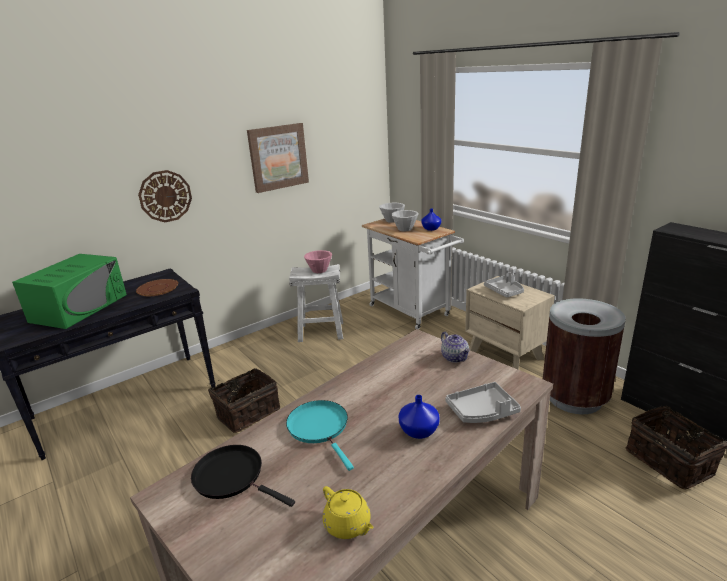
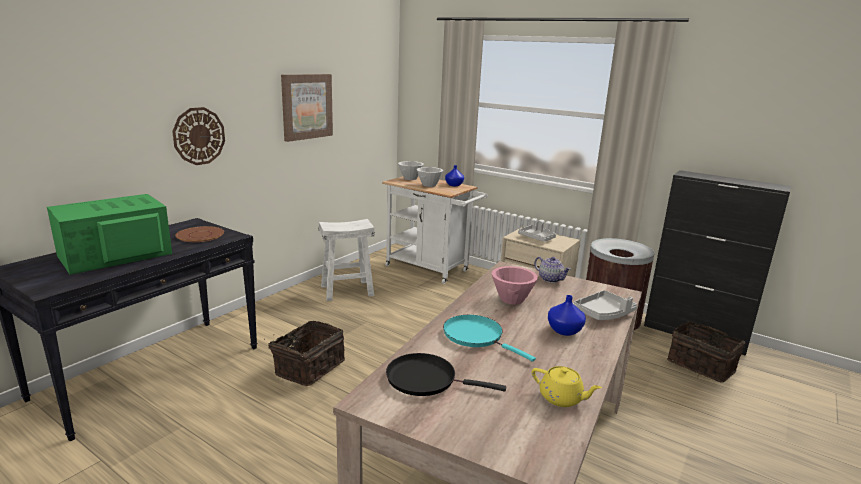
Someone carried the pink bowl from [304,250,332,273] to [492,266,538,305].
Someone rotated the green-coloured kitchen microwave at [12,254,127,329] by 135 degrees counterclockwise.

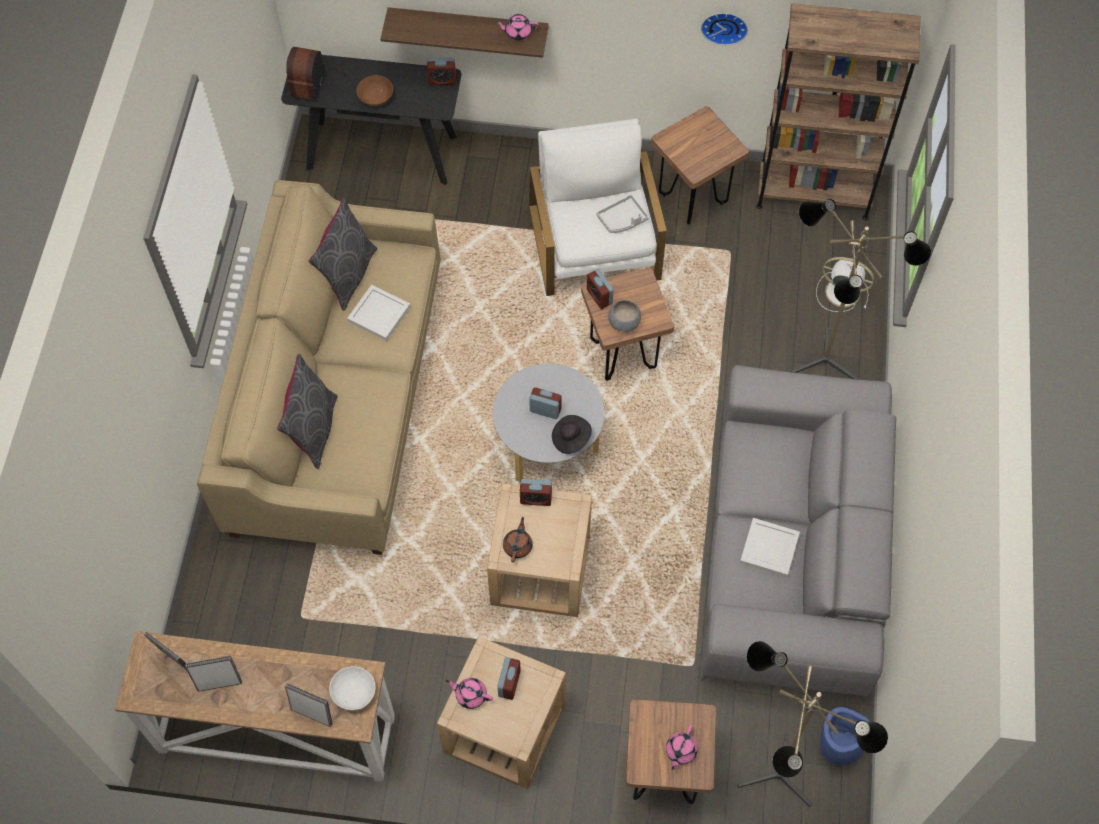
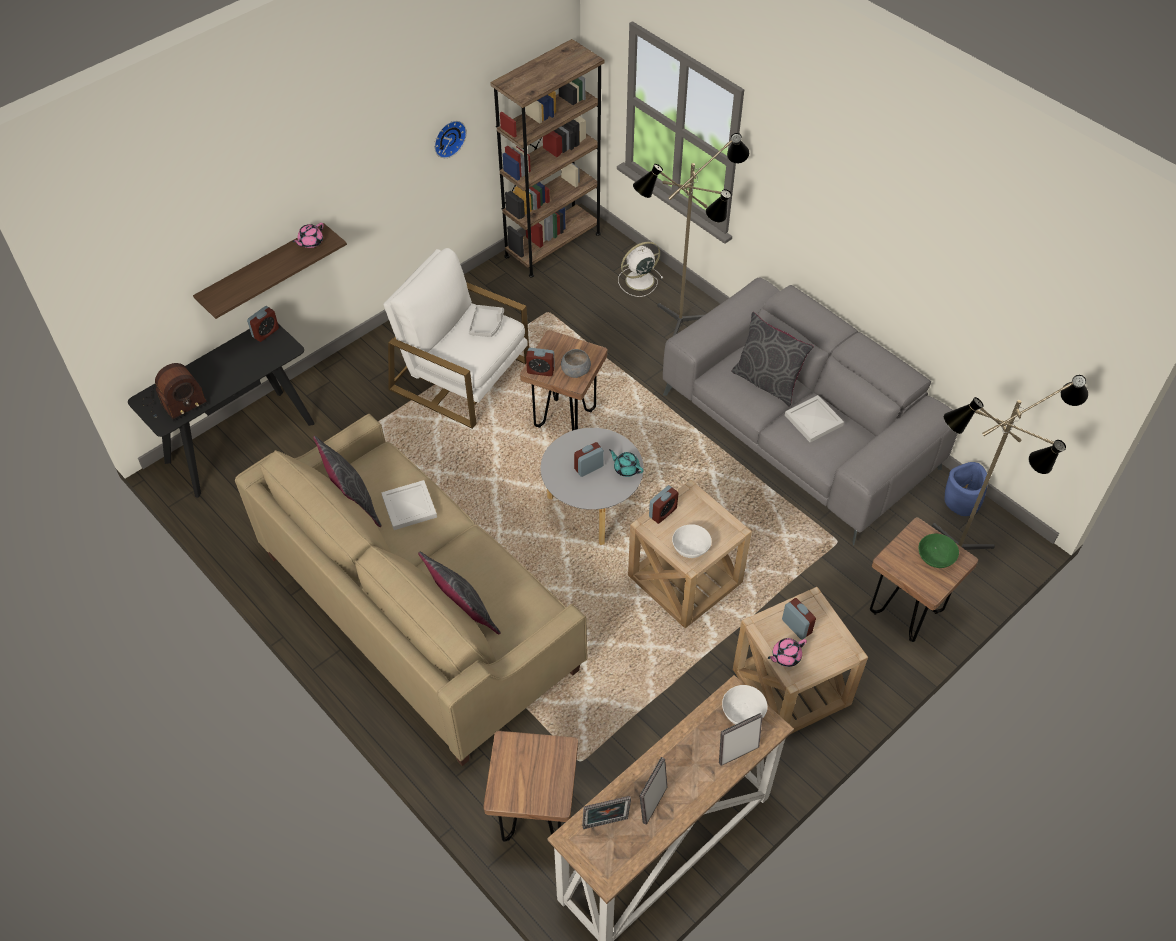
Someone took away the brown bowl at [356,75,393,107].
Someone put down the greyish throw pillow at [731,312,814,407].
Someone carried the brown sitting stool from [651,106,749,225] to [483,731,578,842].
Someone swapped the brown pot for tea at [503,517,533,562] for the whitish bowl at [672,524,712,558].
Someone swapped the blackish hat at [552,415,592,454] for the turquoise pot for tea at [609,449,644,477].
Someone swapped the pink pot for tea at [666,725,698,770] for the green-coloured bowl at [919,534,959,568].
Someone rotated the radio at [286,47,352,102] by 90 degrees counterclockwise.

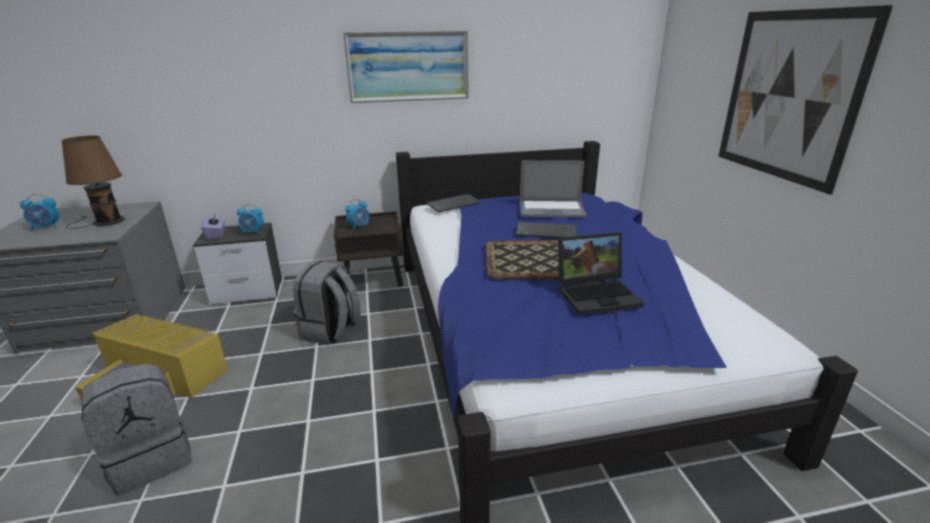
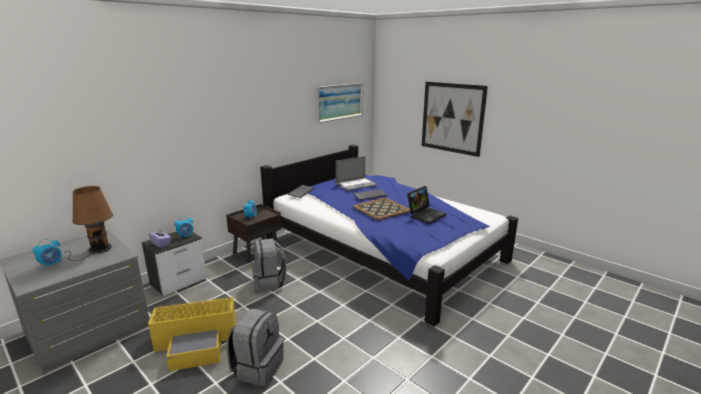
Someone carried the wall art from [343,31,469,103] to [316,83,363,123].

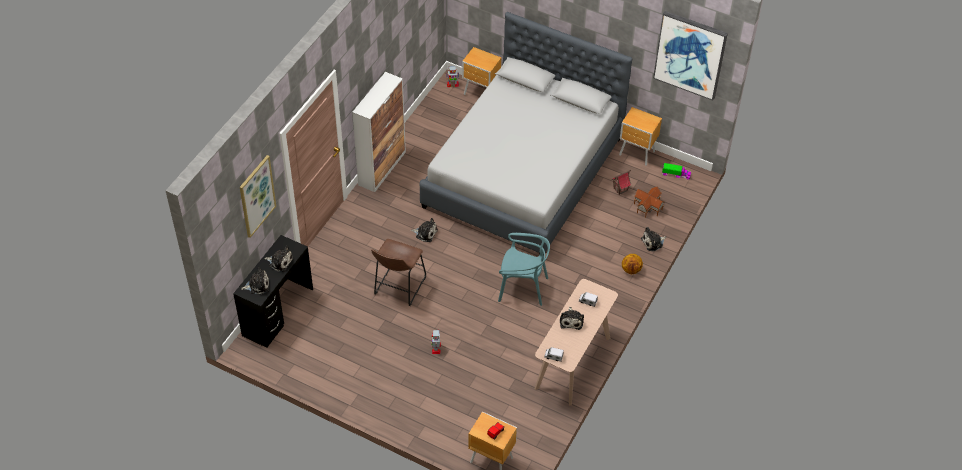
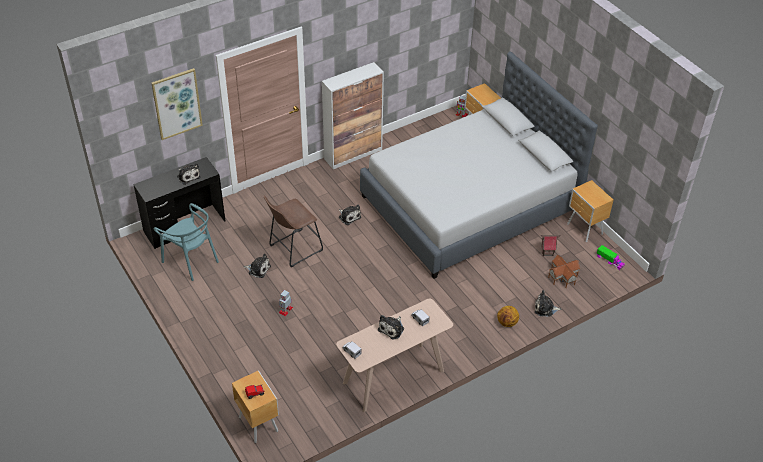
Someone took away the wall art at [653,11,728,101].
Someone carried the plush toy from [241,267,269,294] to [244,254,271,278].
Someone carried the turquoise plain chair from [498,233,550,306] to [153,203,219,281].

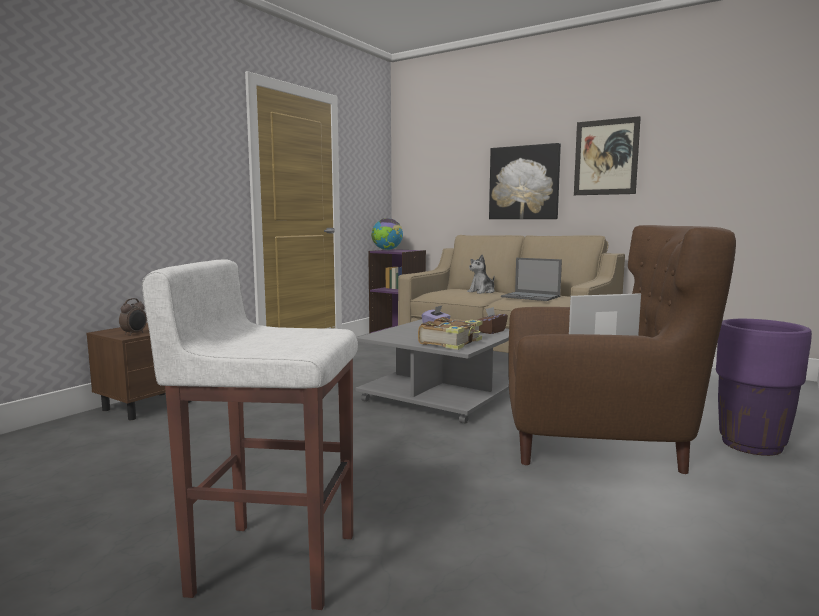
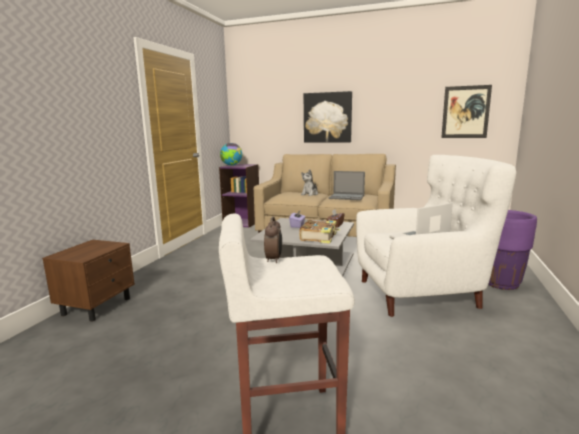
Someone carried the bedside clock from [119,298,147,336] to [264,217,282,263].
Someone carried the wall art from [574,116,641,195] to [441,85,492,138].
Someone repainted the brown lounge chair at [508,225,736,474], which became the whitish lounge chair at [356,155,516,317].

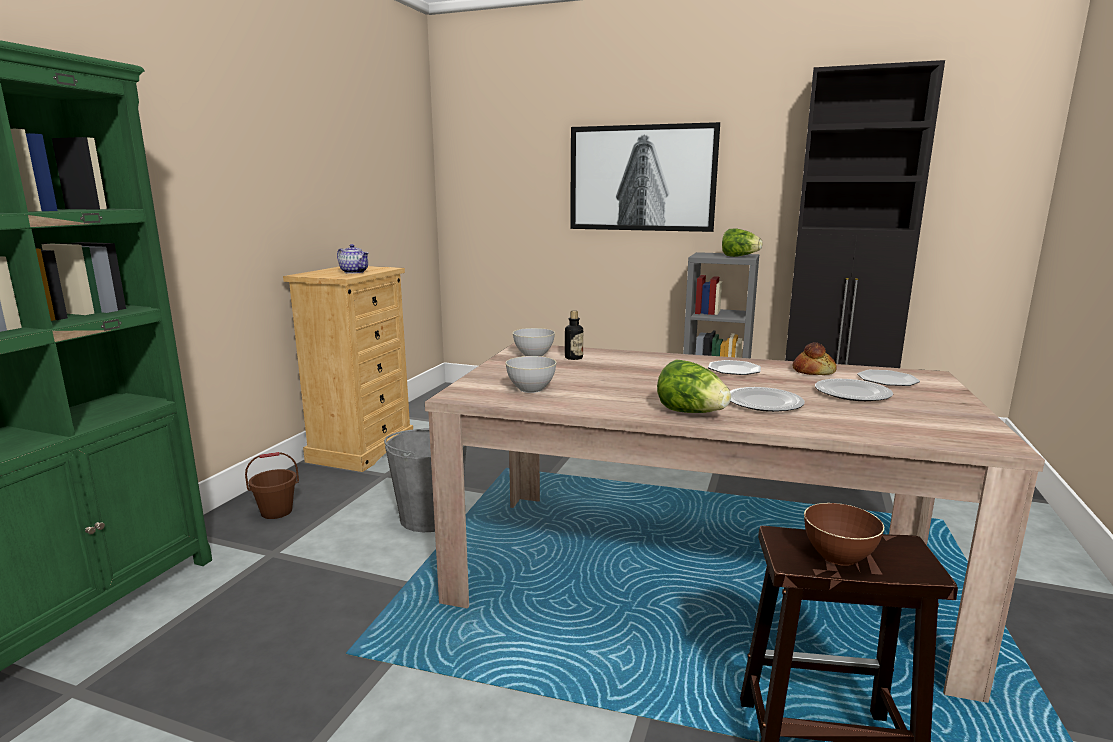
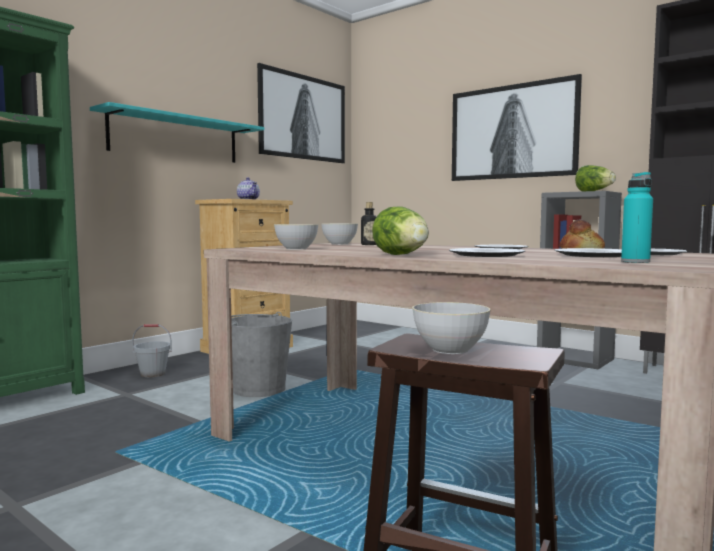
Someone put up the turquoise wall shelf at [90,102,264,163].
Someone put up the wall art at [257,63,345,163].
Someone put down the turquoise bottle at [621,172,653,263].
Someone repainted the brown water bucket at [245,452,299,519], which became the greyish water bucket at [132,324,172,377].
Someone repainted the brown bowl at [804,503,884,566], which became the greyish bowl at [412,302,491,354].

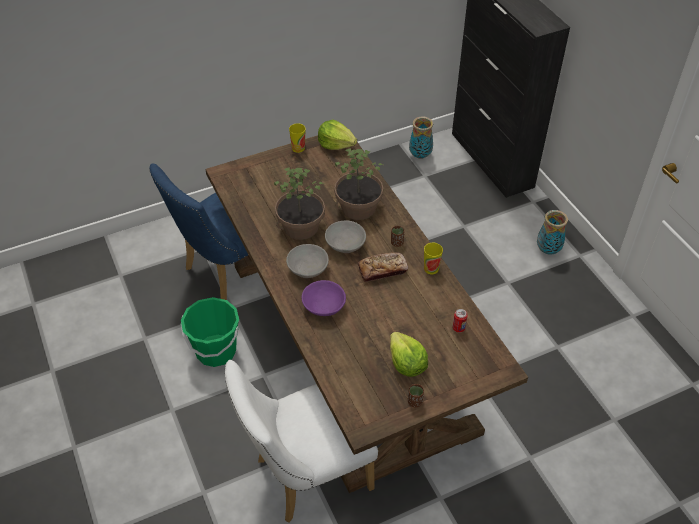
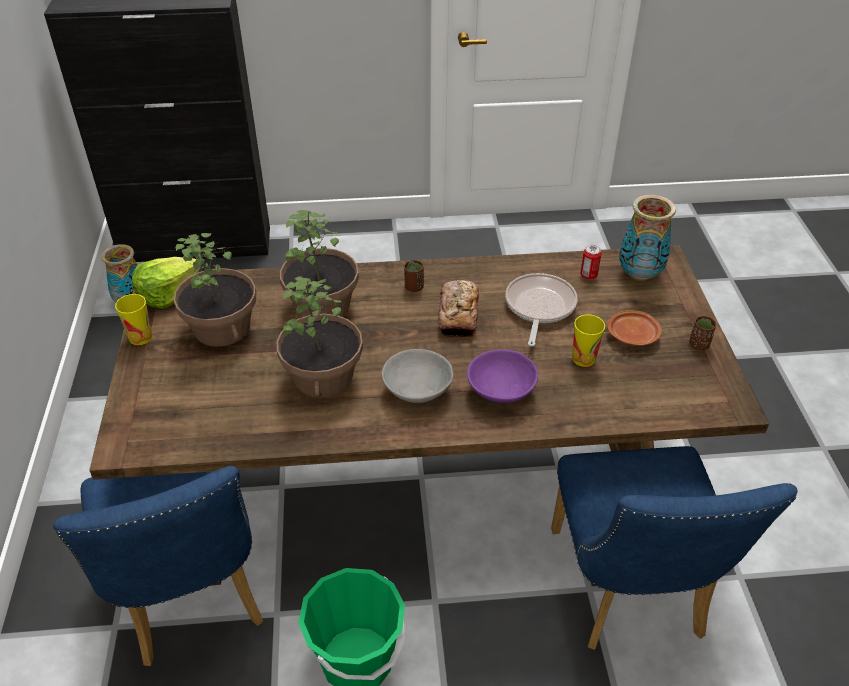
Someone took away the greyish bowl at [325,220,366,253].
Someone put down the houseplant at [174,233,256,347].
Someone put down the pan at [505,273,577,346].
Someone carried the small cup from [424,243,443,274] to [572,315,605,367].
Someone carried the flower vase from [537,210,568,254] to [619,195,676,281].
Someone swapped the lettuce at [390,332,428,377] for the brown dinner plate at [607,310,662,346].
Someone repainted the whitish plain chair at [225,360,378,523], which became the blue plain chair at [551,446,798,650].

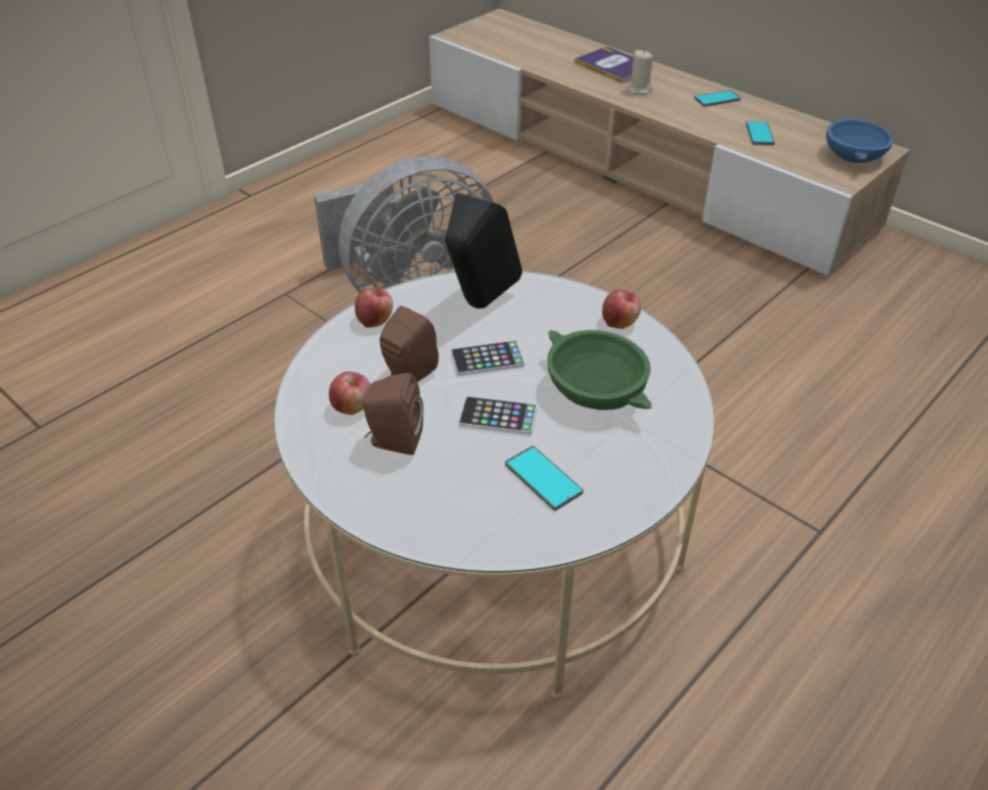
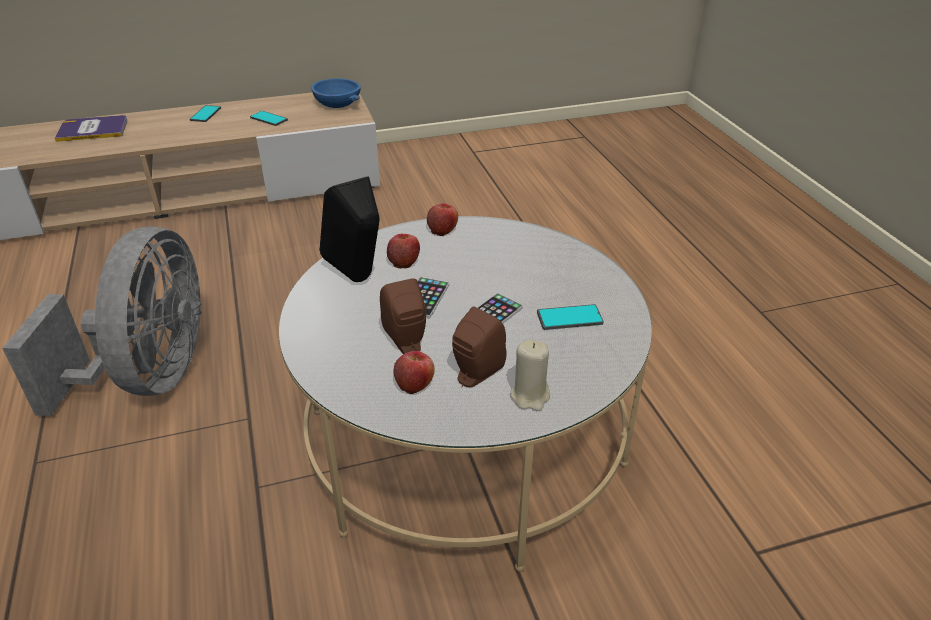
Someone took away the green-coloured bowl at [547,330,652,410].
Someone carried the apple fruit from [355,288,393,328] to [387,234,420,268].
Someone carried the beige wax light from [627,50,653,95] to [510,339,550,411].

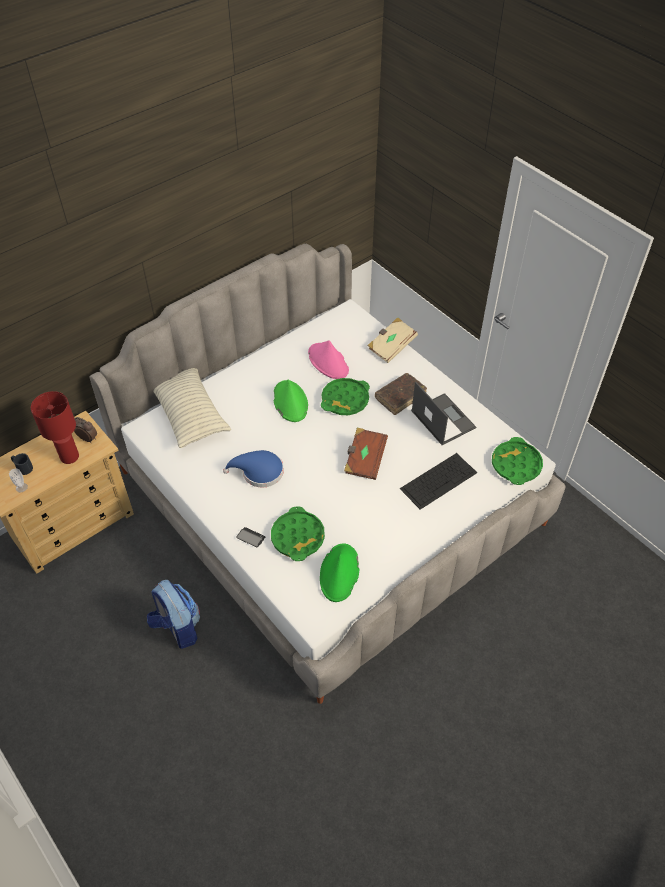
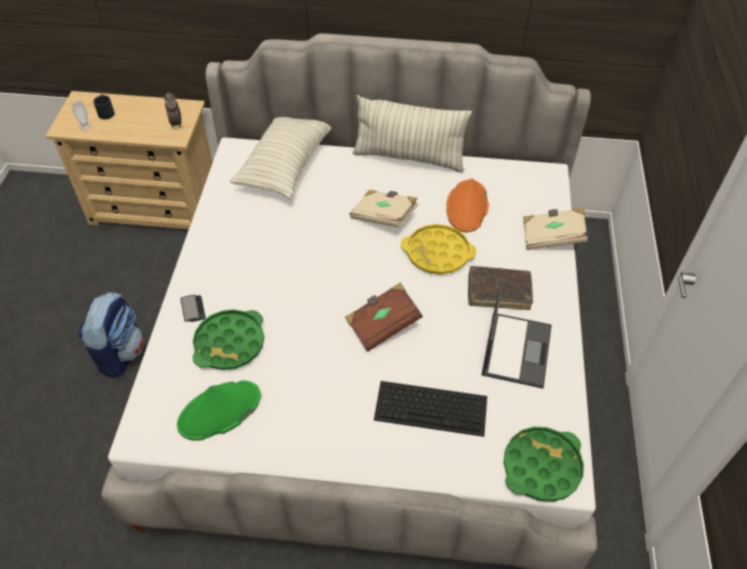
Someone took away the reddish tabletop lamp at [31,391,79,464].
Someone took away the blue hat at [223,450,284,488].
Someone put down the throw pillow at [352,95,472,173].
Someone swapped the green-coloured hat at [273,380,308,422] for the beige volume at [349,190,418,227].
Someone repainted the pink hat at [308,340,349,379], which became the orangey hat at [446,178,489,232].
Someone repainted the green-coloured serving tray at [321,378,370,415], which became the yellowish serving tray at [401,224,476,275].

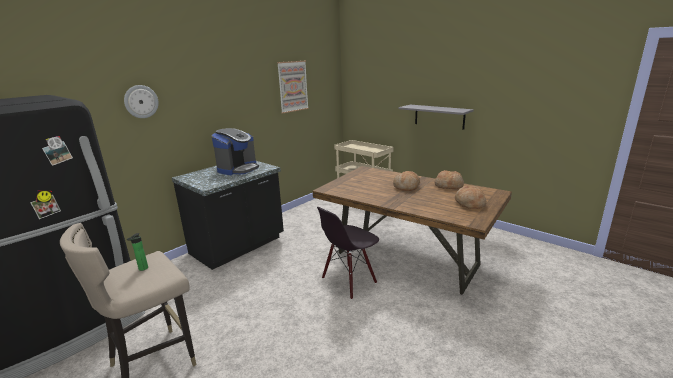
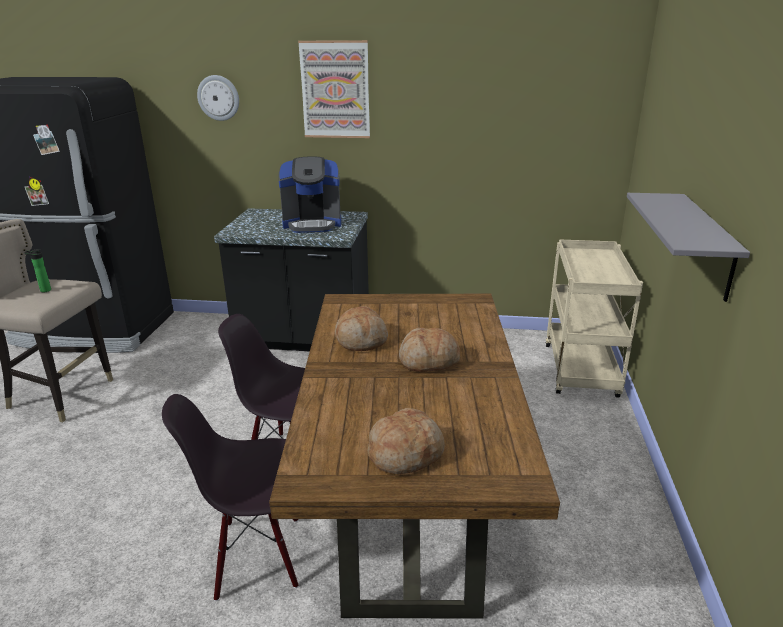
Someone put down the blackish plain chair at [162,394,298,601].
Someone carried the wall art from [277,61,309,113] to [298,40,370,138].
Someone carried the baked bread from [434,170,464,189] to [335,306,388,351].

